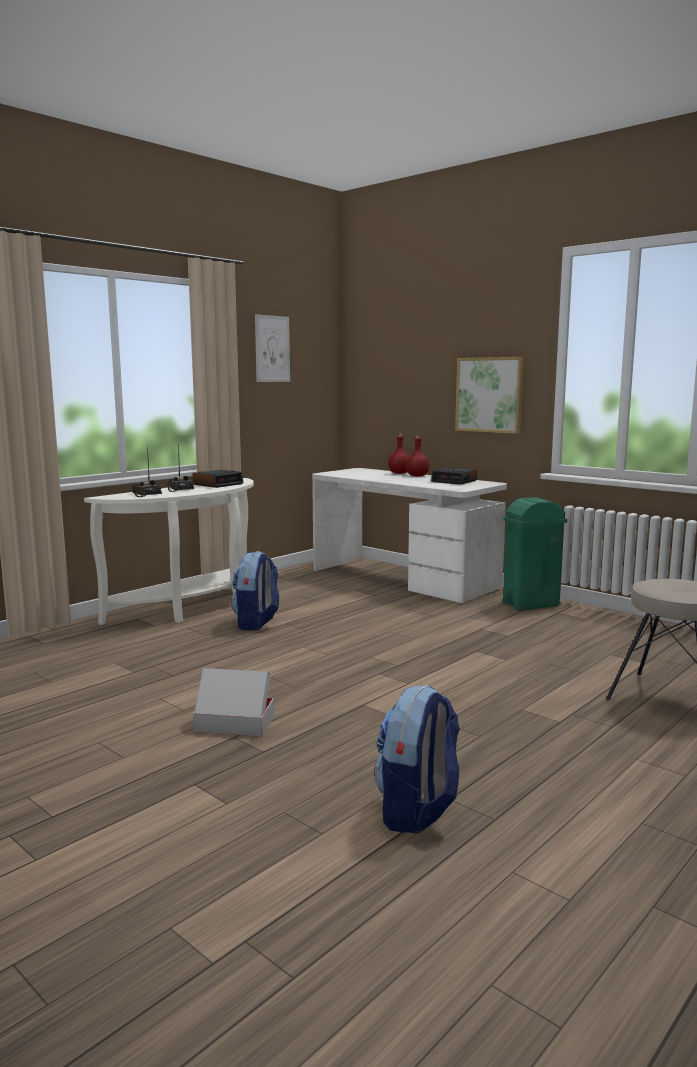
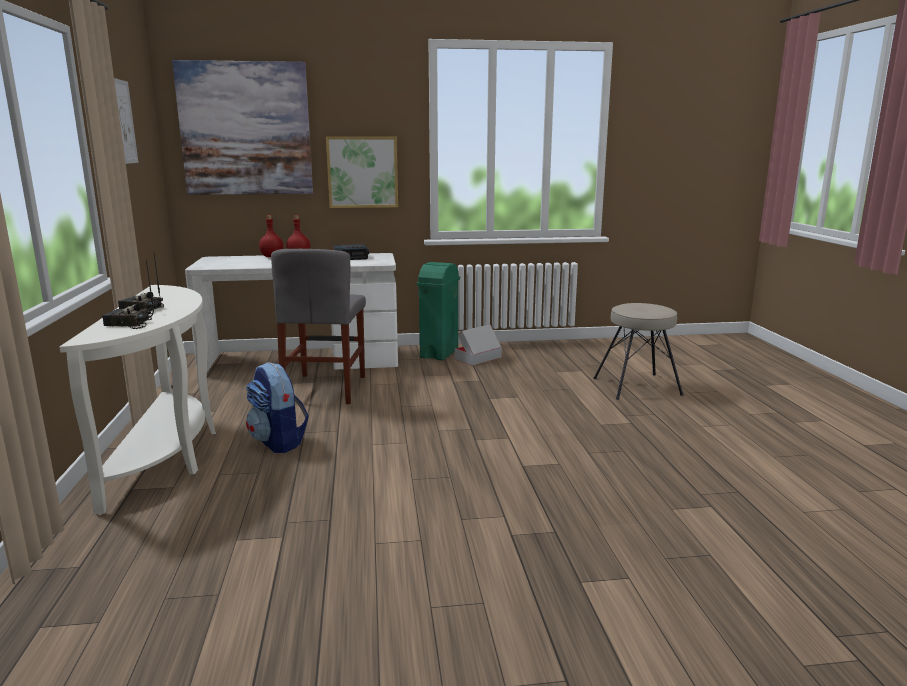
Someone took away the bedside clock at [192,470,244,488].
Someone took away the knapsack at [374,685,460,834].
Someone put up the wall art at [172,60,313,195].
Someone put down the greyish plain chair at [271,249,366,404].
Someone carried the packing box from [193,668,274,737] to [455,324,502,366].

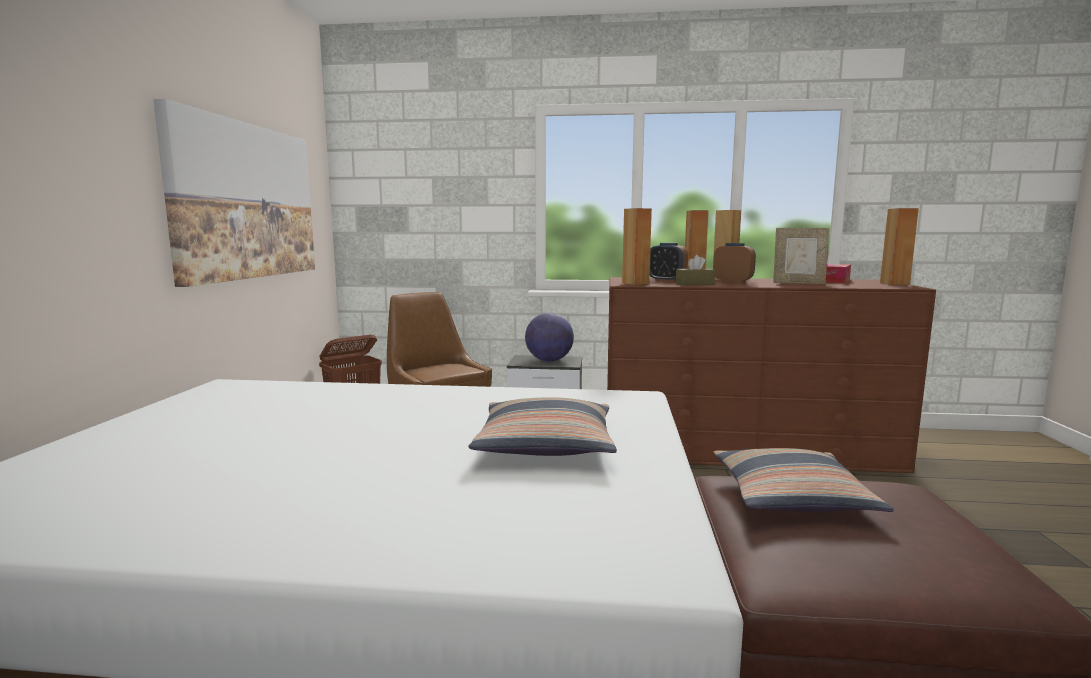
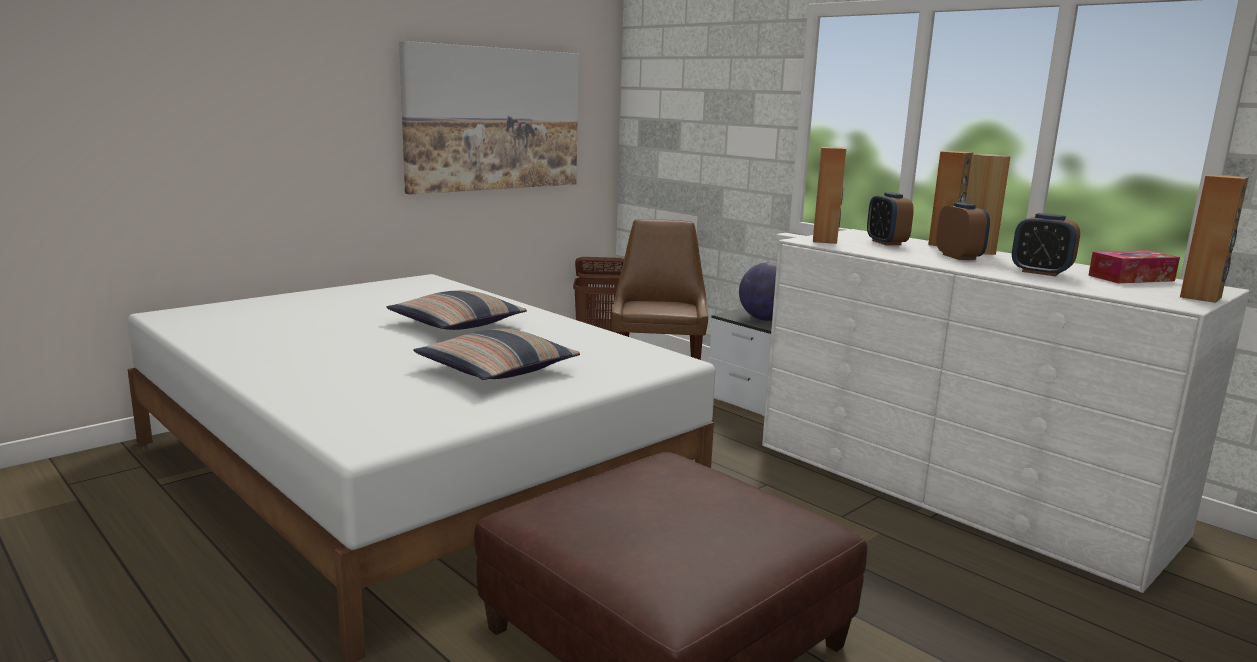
Someone took away the brown box of tissues at [676,255,715,285].
Someone carried the throw pillow from [714,448,894,512] to [386,290,527,330].
Someone swapped the standing frame at [773,228,829,284] for the bedside clock at [1012,213,1080,276].
Someone repainted the brown dresser at [607,277,936,473], which became the whitish dresser at [762,229,1250,593].

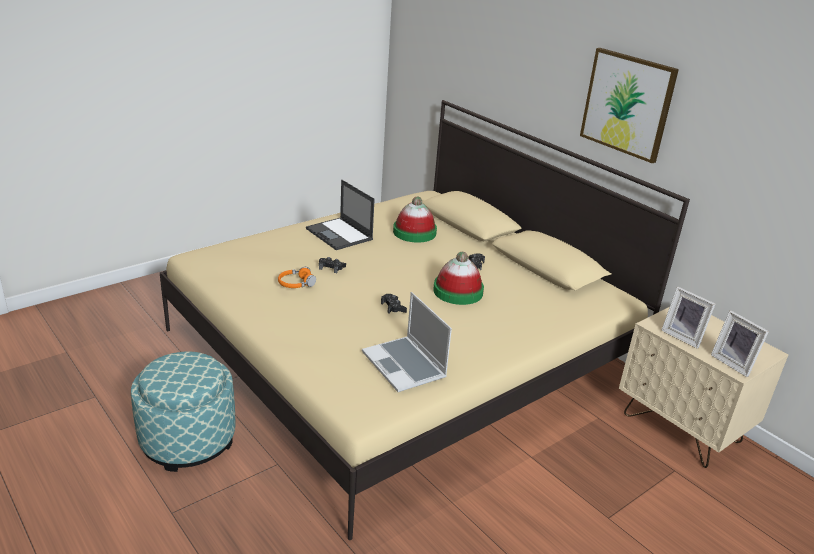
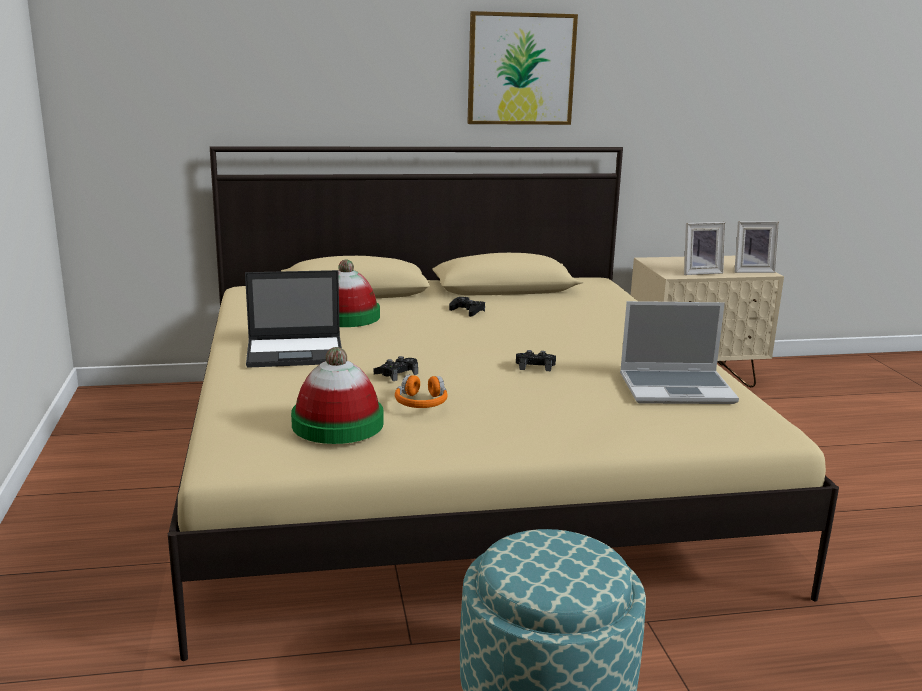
Someone carried the hat from [433,252,484,305] to [291,347,384,444].

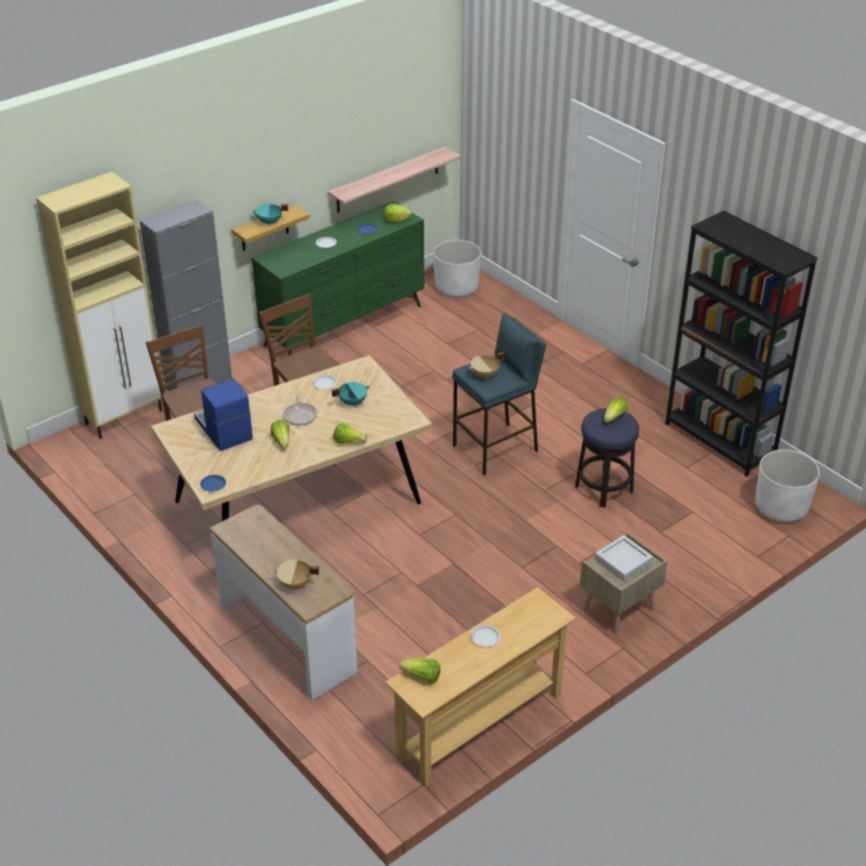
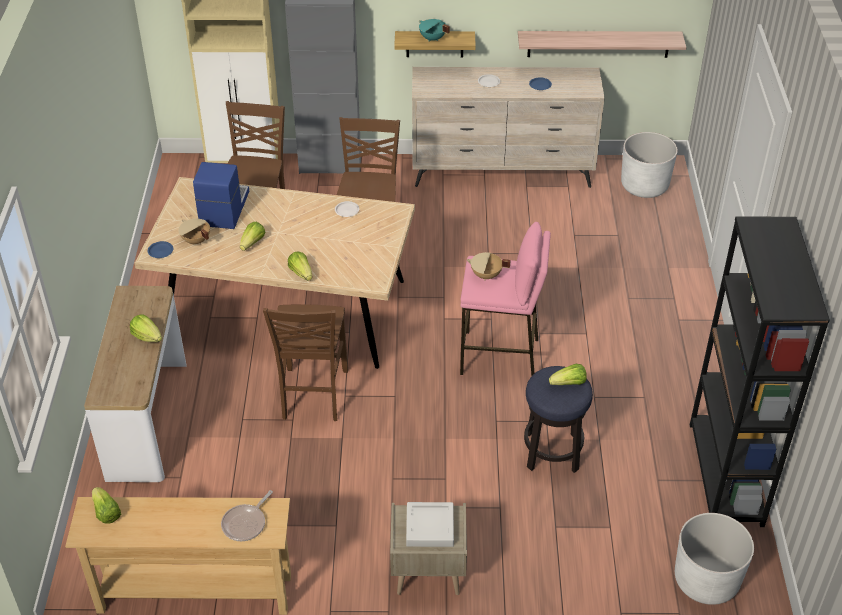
Someone took away the turquoise saucepot at [332,382,370,407].
Someone took away the whitish dinner plate at [471,625,500,647].
Someone put down the brown plain chair at [263,304,348,421].
Someone carried the beige saucepot from [272,559,319,590] to [178,219,210,244].
Someone carried the pan from [283,391,317,426] to [221,490,273,541].
Someone carried the lettuce from [384,204,412,223] to [130,314,162,342].
Someone repainted the green-coloured dresser at [251,201,424,356], which became the beige dresser at [412,67,605,188].
Someone repainted the blue sitting stool at [452,313,546,475], which became the pink sitting stool at [460,222,551,376].

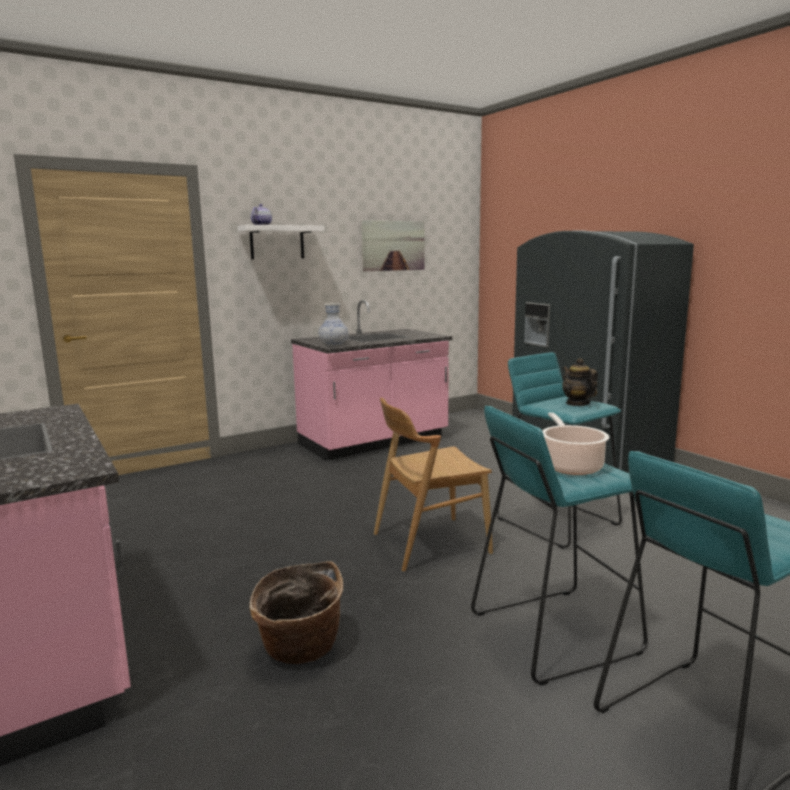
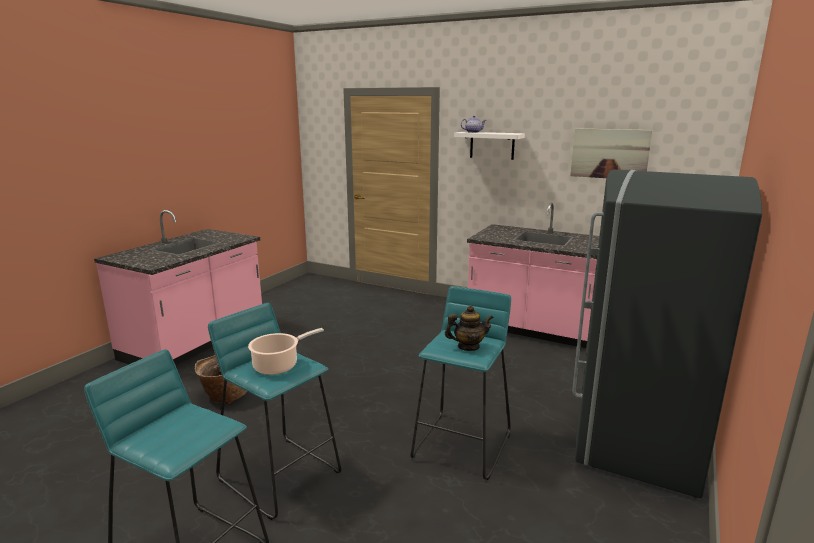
Someone took away the flower vase at [318,303,349,346].
Someone took away the brown plain chair at [374,398,493,572].
Someone rotated the pot for tea at [562,358,598,406] by 45 degrees clockwise.

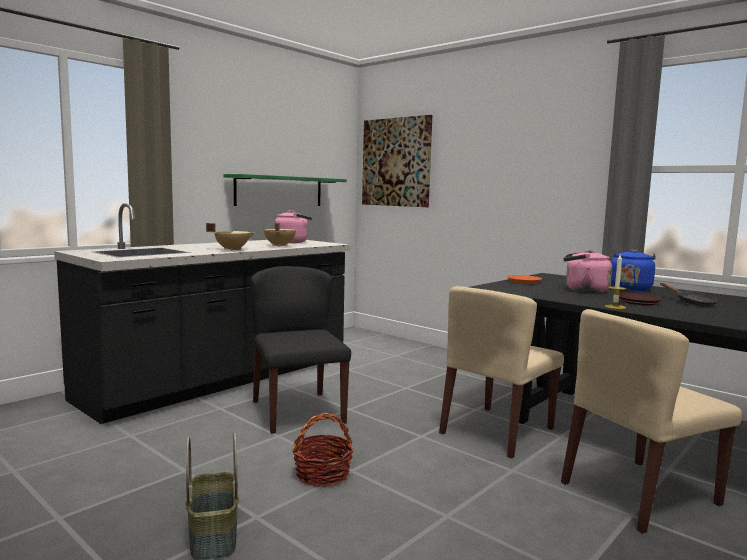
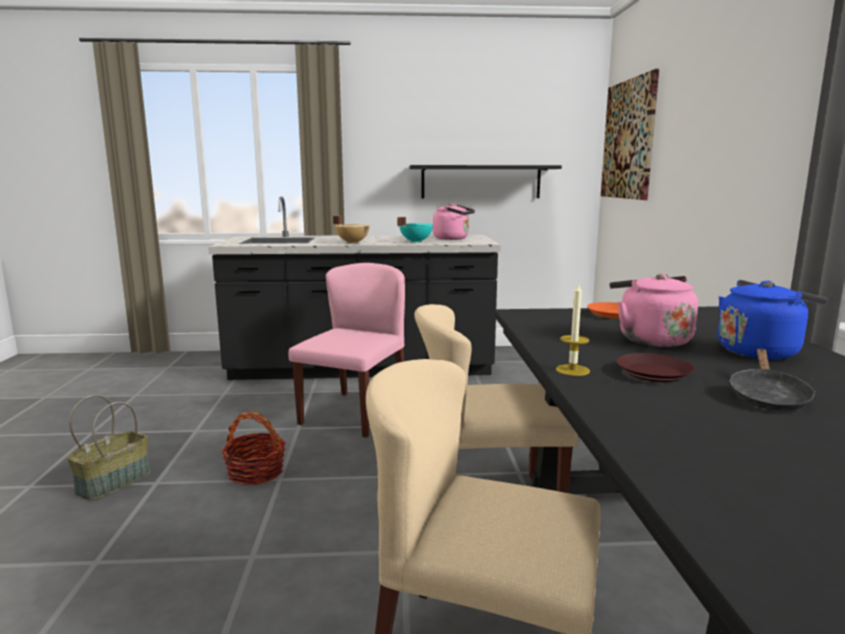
Someone repainted the green-coloured wall shelf at [224,174,347,206], which became the blackish wall shelf at [409,165,562,199].
Someone repainted the blackish plain chair at [251,266,351,434], which became the pink plain chair at [288,263,405,438].
Someone repainted the beige saucepot at [264,223,296,247], which became the turquoise saucepot at [397,217,433,243].

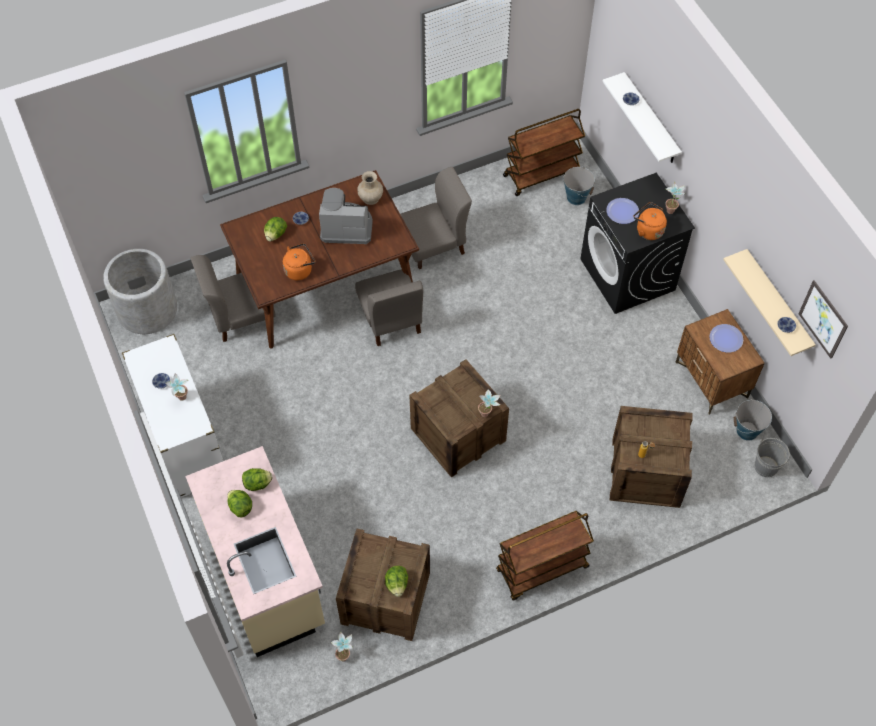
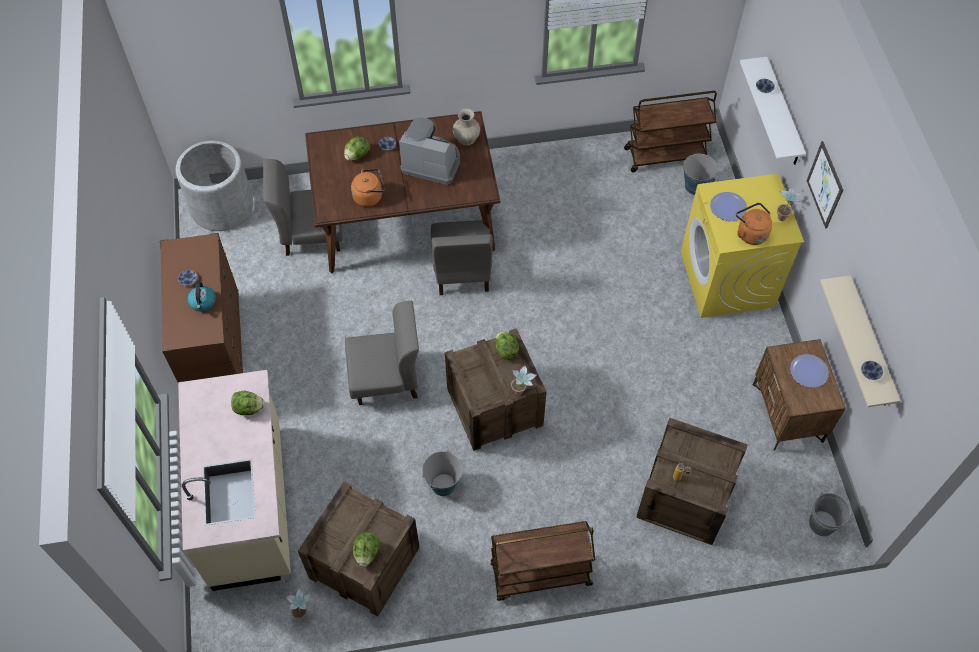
Someone carried the lettuce from [227,490,252,517] to [495,332,519,360].
Someone carried the greyish plain chair from [400,167,472,269] to [345,301,419,405].
Someone carried the water bucket from [734,399,772,441] to [422,451,462,496].
Someone carried the wall art from [798,280,848,359] to [807,141,843,229].
Someone swapped the houseplant at [165,373,189,401] for the kettle at [188,282,216,311].
Someone repainted the whitish dresser at [122,334,223,498], which became the brown dresser at [160,233,243,382].
Someone repainted the blackish laundry appliance at [580,172,695,314], which became the yellowish laundry appliance at [681,174,804,318].

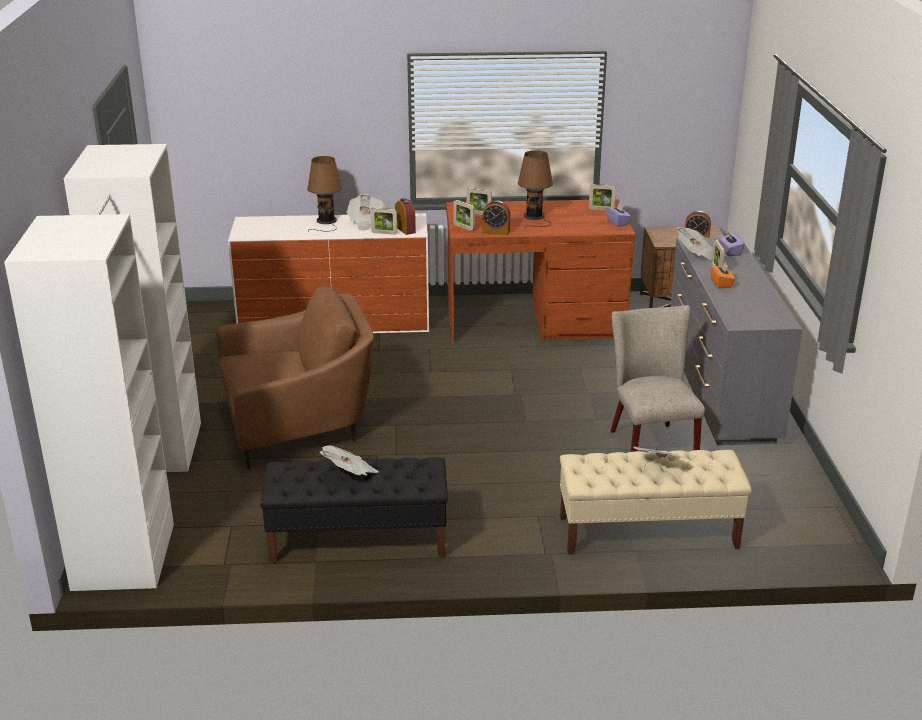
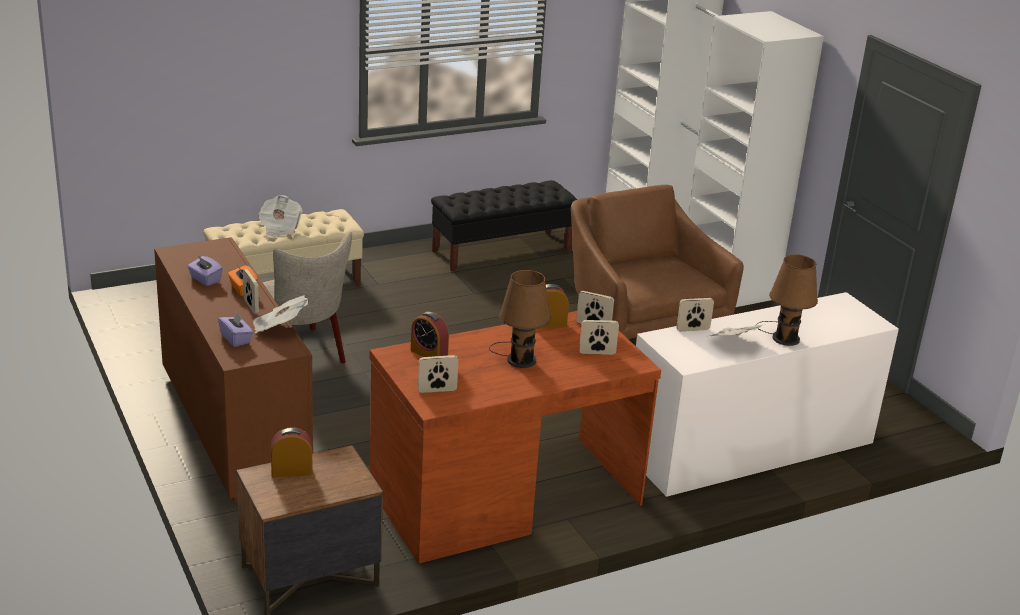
Someone took away the daily paper at [320,445,379,475].
Someone carried the bedside clock from [395,198,416,235] to [411,312,449,357].
Someone carried the purple box of tissues from [606,203,631,226] to [187,256,223,286].
Someone repainted the greyish dresser at [670,237,802,445], which became the brown dresser at [154,237,313,503].
Someone rotated the brown lounge chair at [216,286,374,469] by 105 degrees clockwise.

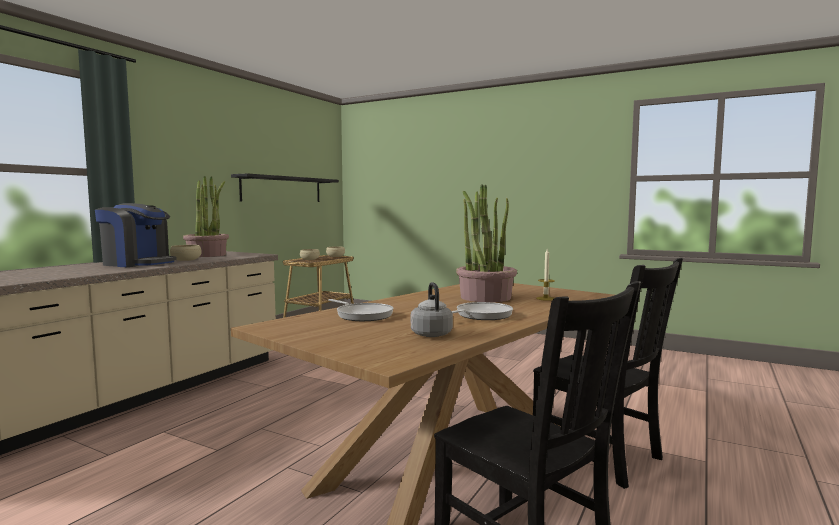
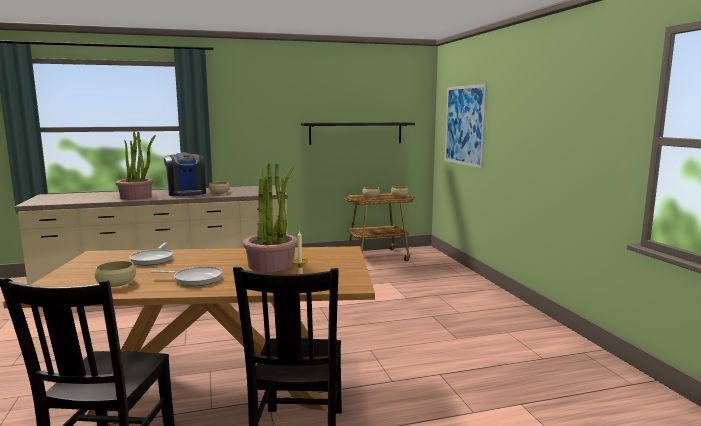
Someone put up the wall art at [445,84,487,168].
Someone carried the houseplant from [183,175,229,257] to [116,132,156,200].
Someone swapped the greyish kettle at [411,282,453,337] for the beige bowl at [95,261,136,287].

